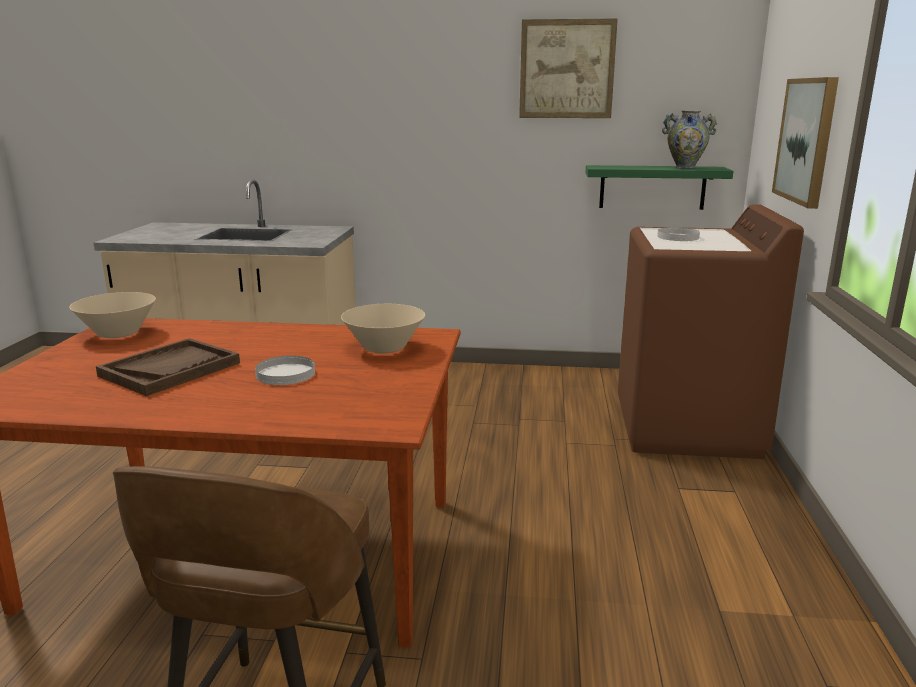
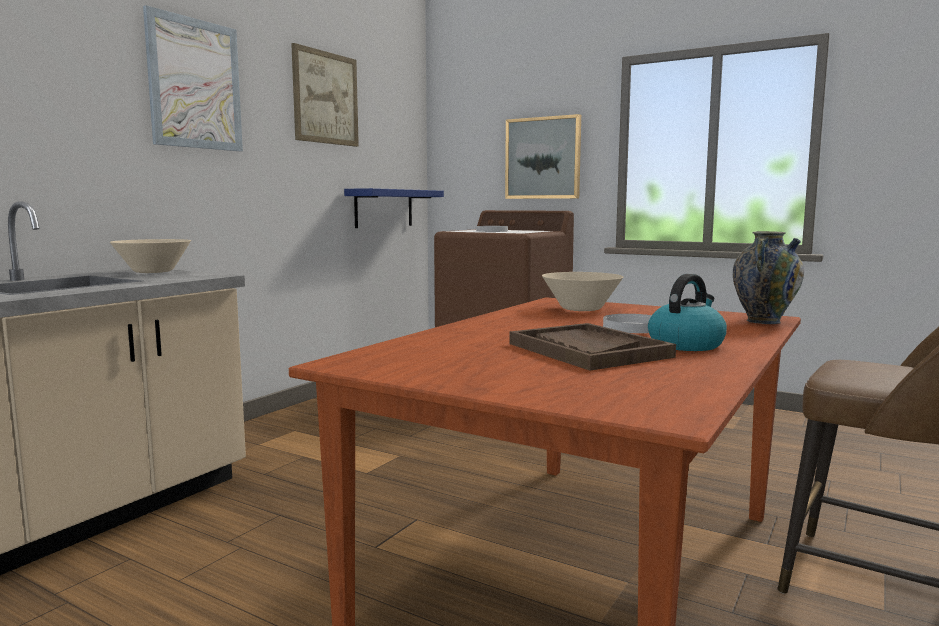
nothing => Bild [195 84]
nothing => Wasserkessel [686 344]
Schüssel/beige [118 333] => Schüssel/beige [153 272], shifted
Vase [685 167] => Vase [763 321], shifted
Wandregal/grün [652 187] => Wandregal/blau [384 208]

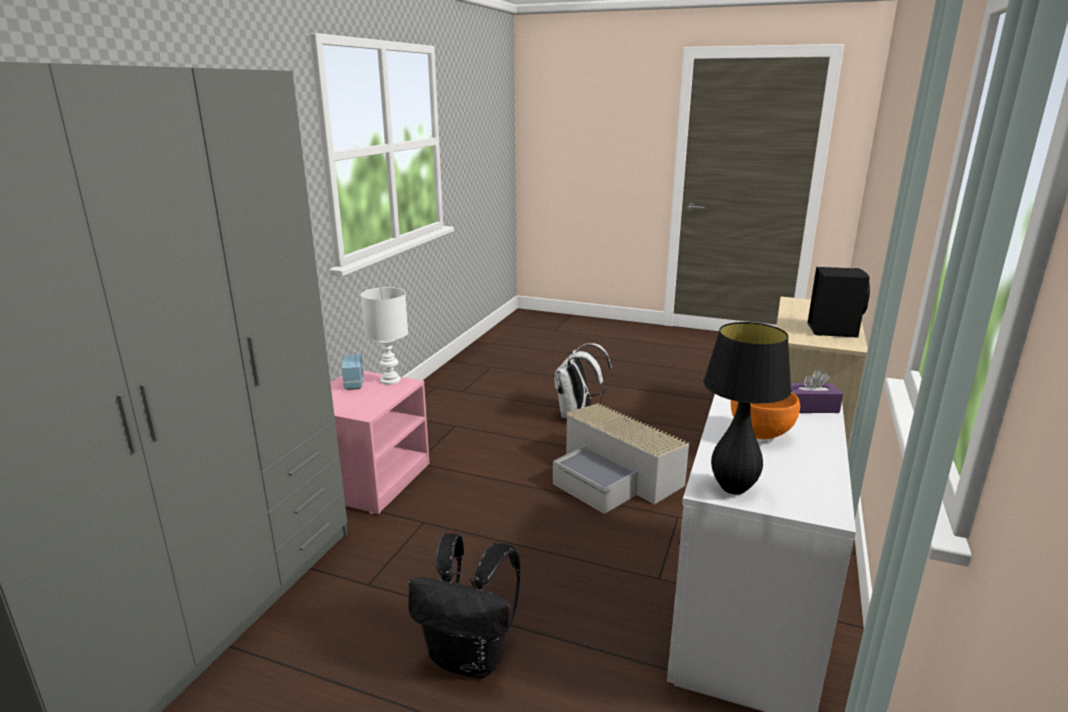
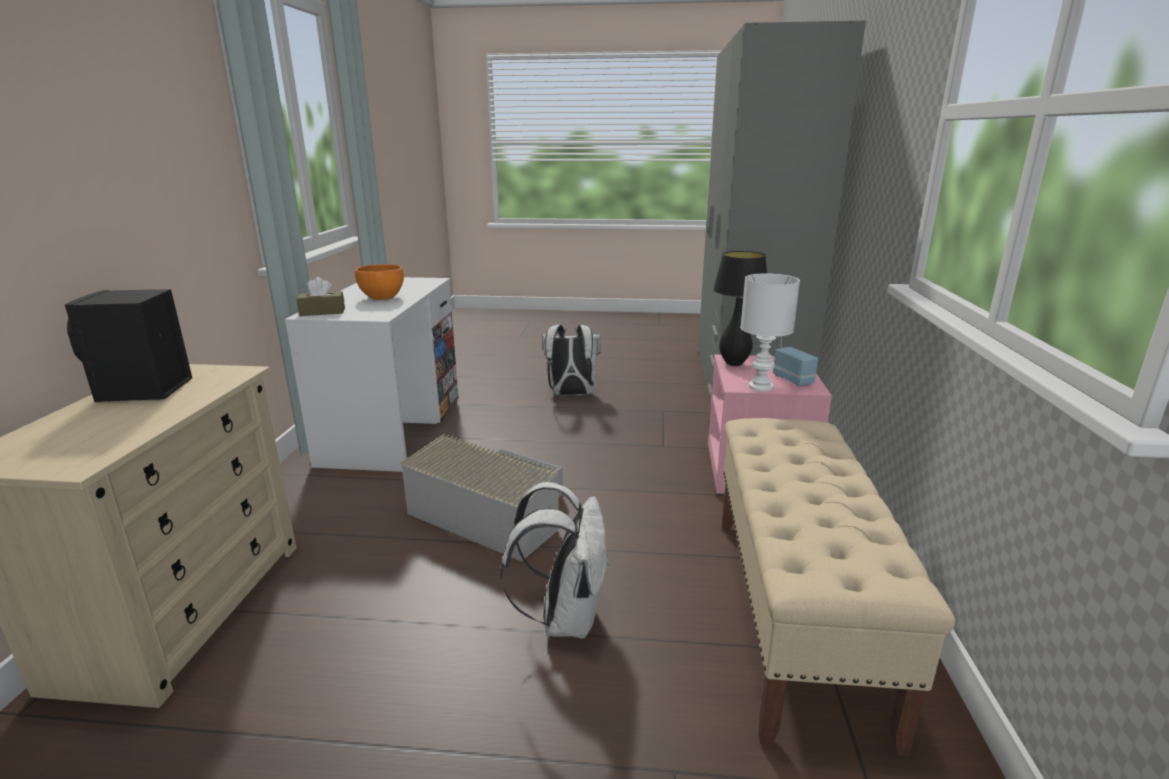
nothing => Bank/beige [794 615]
Tischlampe/schwarz [733 489] => Tischlampe/schwarz [734 363], shifted
Rucksack/schwarz [471 657] => Rucksack/weiß [571 394]
Taschentuchbox/lila [810 407] => Taschentuchbox/braun [322 312]

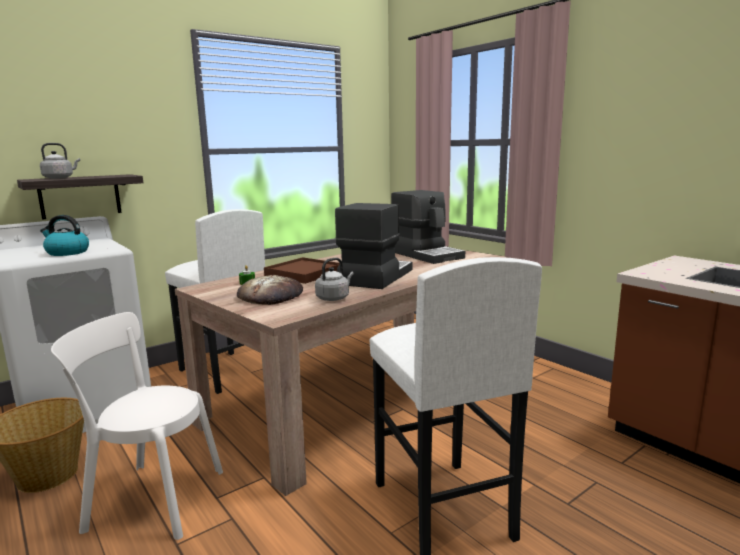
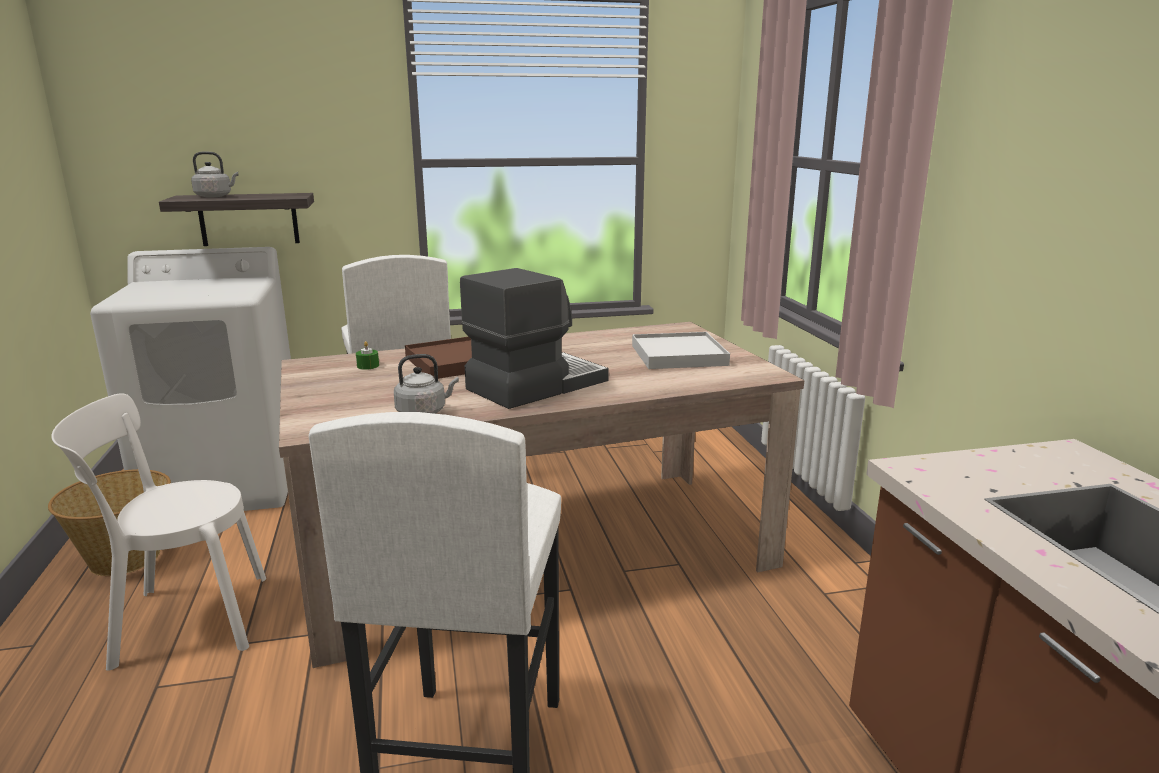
Wasserkessel [67 252] => nothing
Brot [271 295] => nothing
Kaffeemaschine [427 255] => Tablett/weiß [678 355]
Stuhl/weiß [150 498] => Stuhl/weiß [184 620], 45 degrees counterclockwise

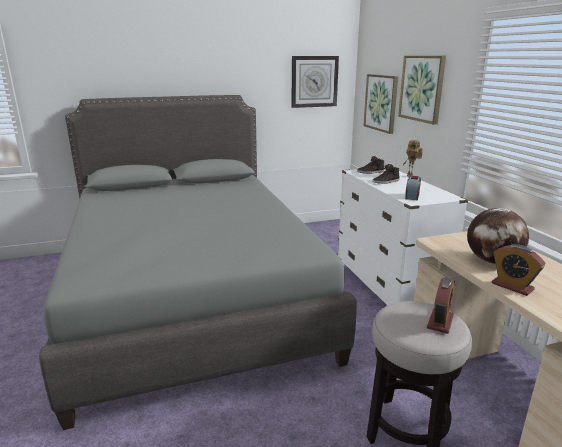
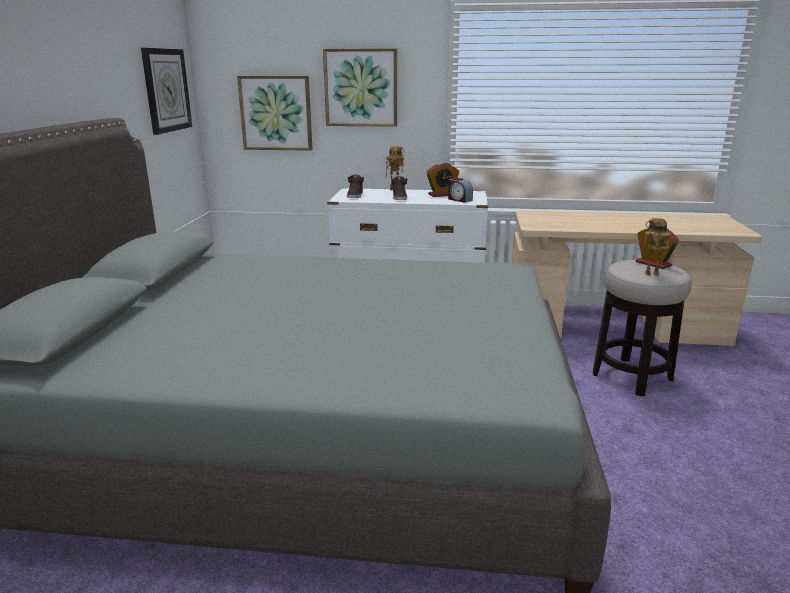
Globus [492 261] => nothing
nothing => Spielzeugroboter [651 274]
Wecker [512 286] => Wecker [442 195], shifted

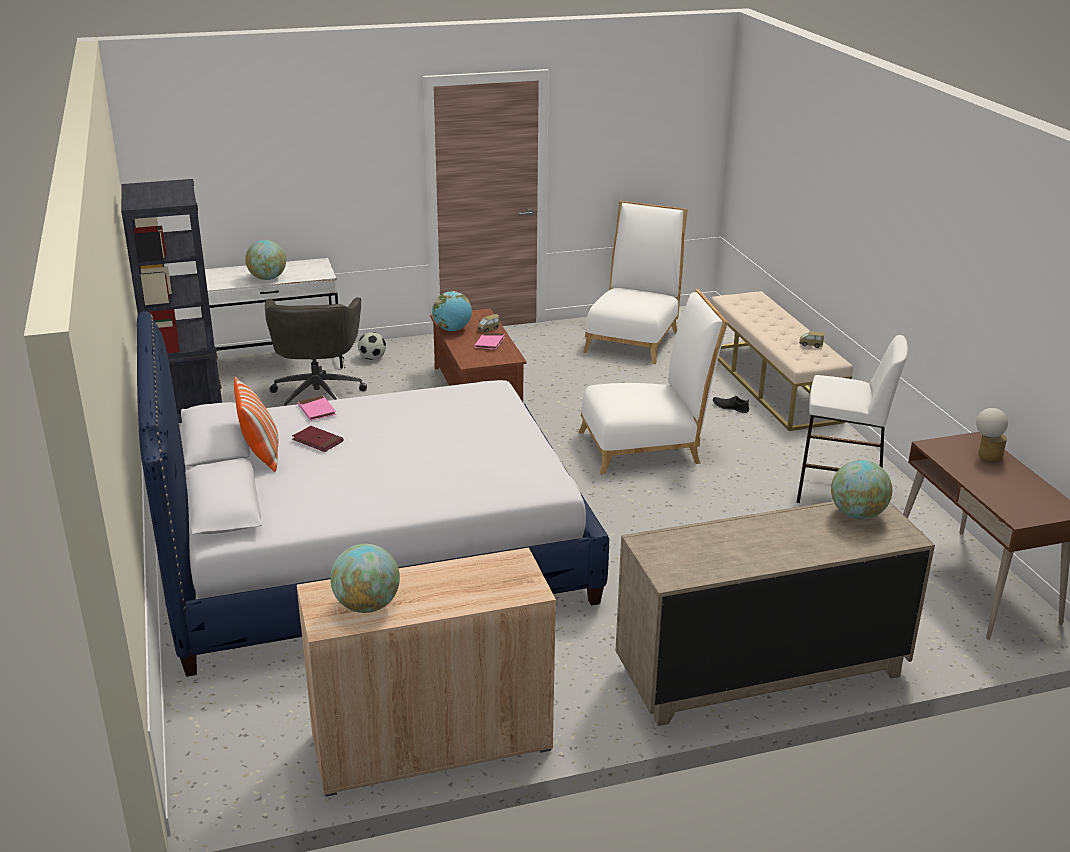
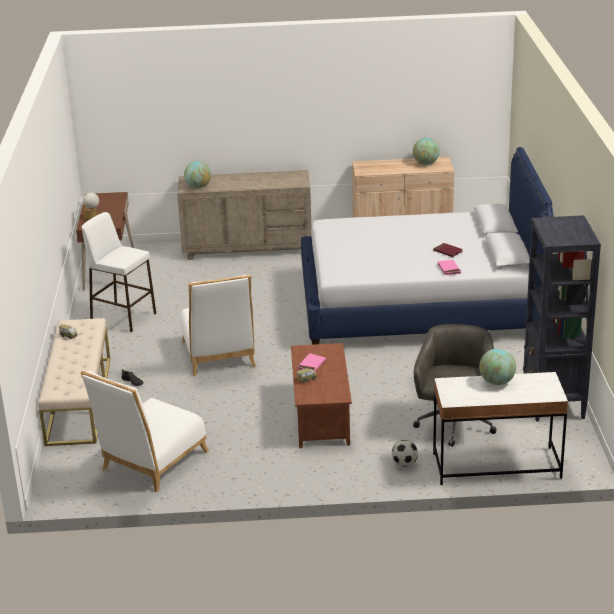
Kissen [261 455] => nothing
Globus [452 329] => nothing
Stuhl/weiß [647 446] => Stuhl/weiß [219 357], 105 degrees counterclockwise

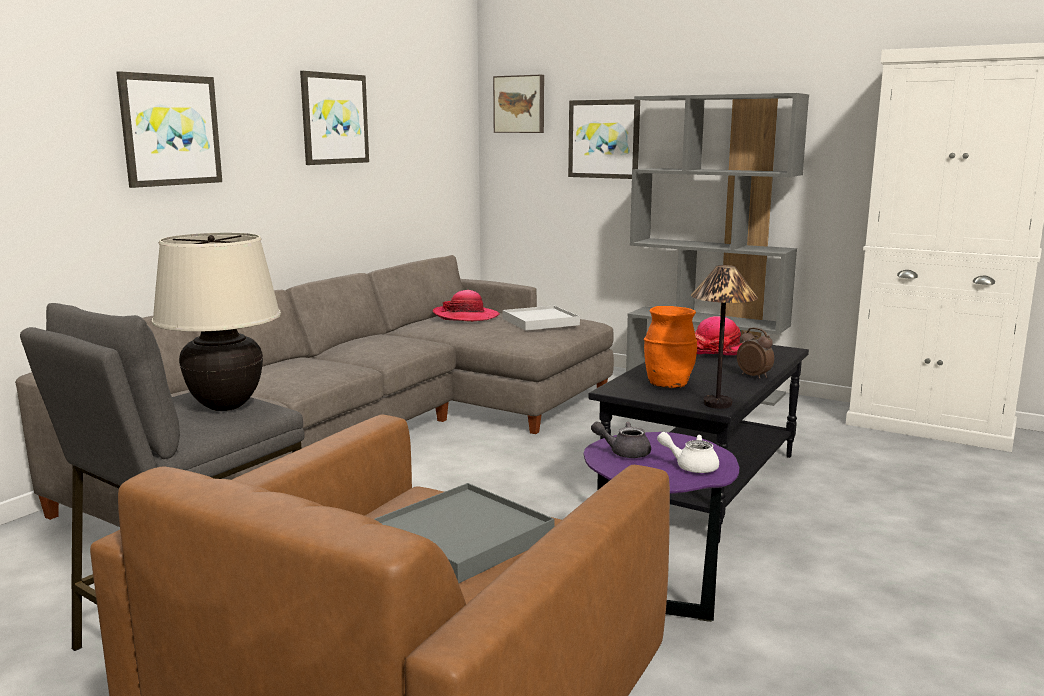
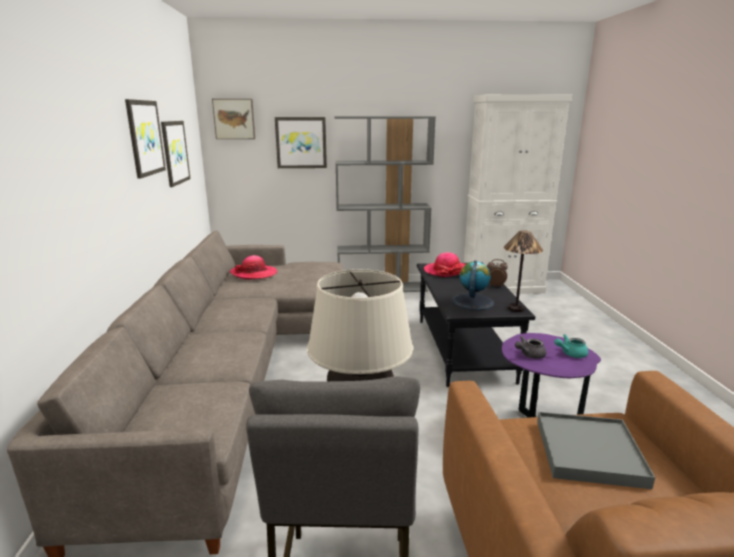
Tablett/weiß [540 322] => nothing
Bild [170 130] => Bild [174 152], shifted
Vase/orange [668 385] => Globus [472 302]
Teekanne/weiß [691 466] => Teekanne/türkis [570 354]

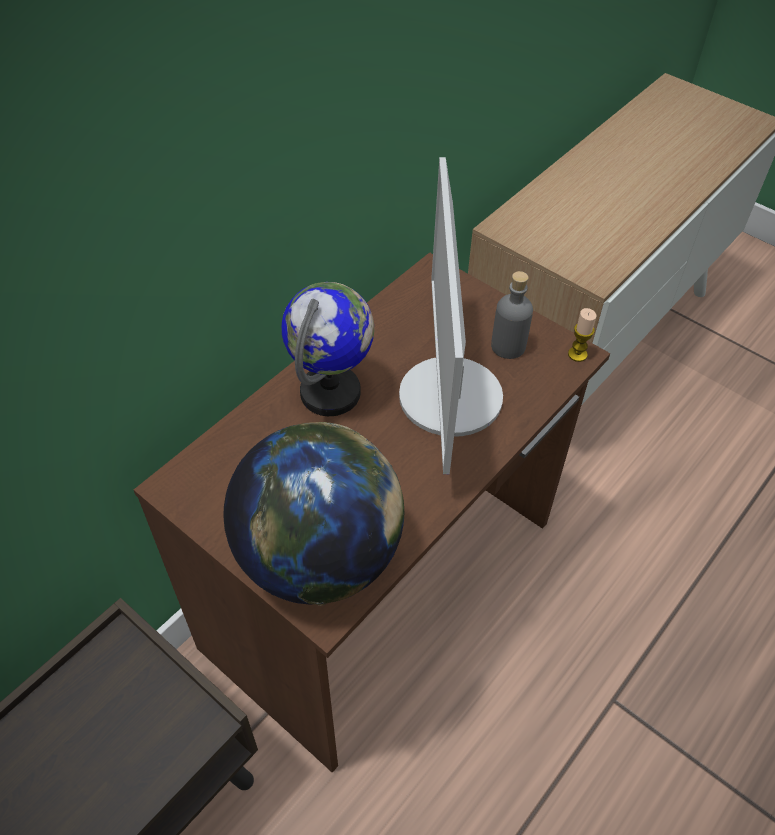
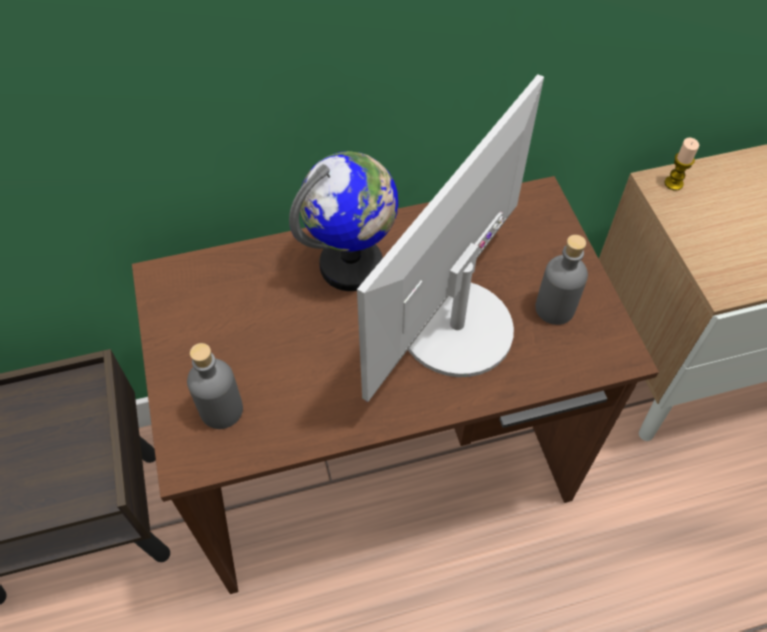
Kerze [577 354] => Kerze [673 183], shifted
Globus [320 558] => Flasche/grau [221 410]

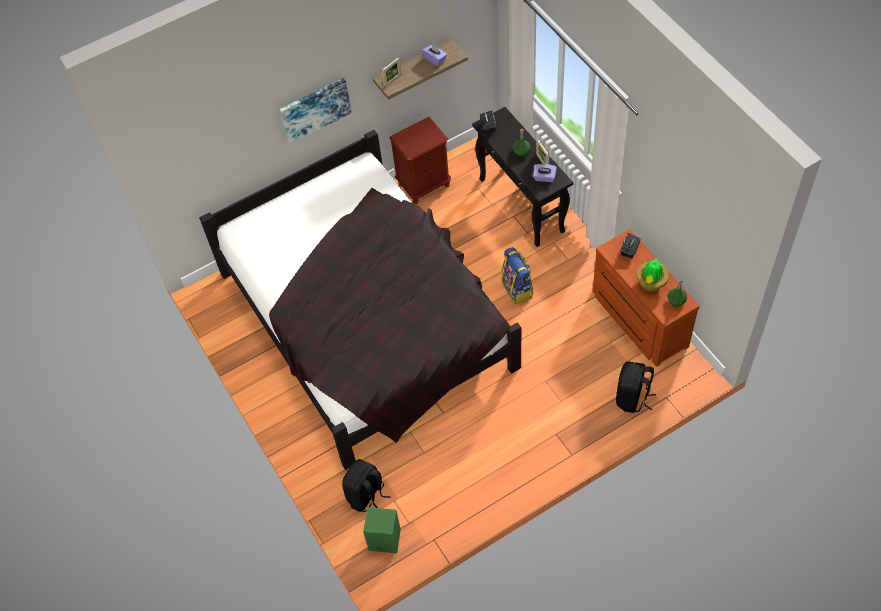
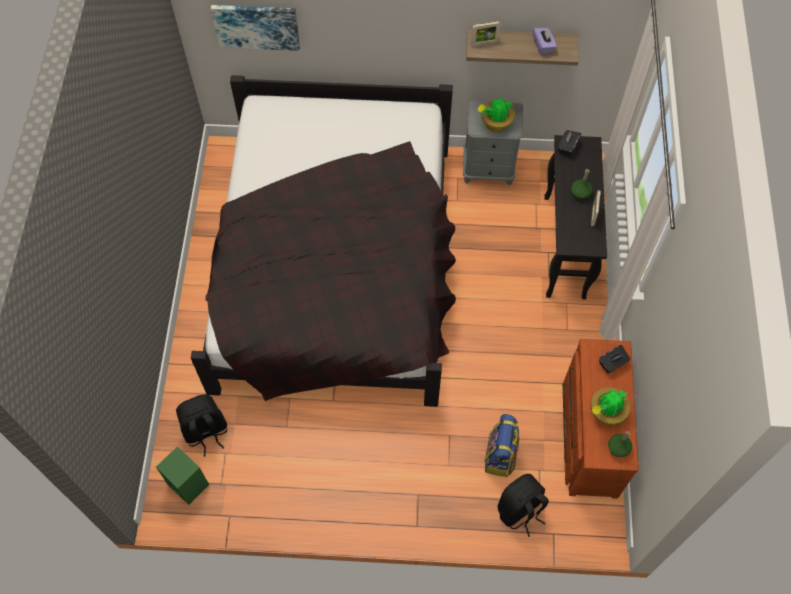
Taschentuchbox/lila [544 177] => nothing
nothing => Topfpflanze [495 124]
Bild [315 109] => Bild [256 26], shifted
Rucksack [517 289] => Rucksack [500 456], shifted
Nachttisch/braun [424 185] => Nachttisch/grau [488 169]

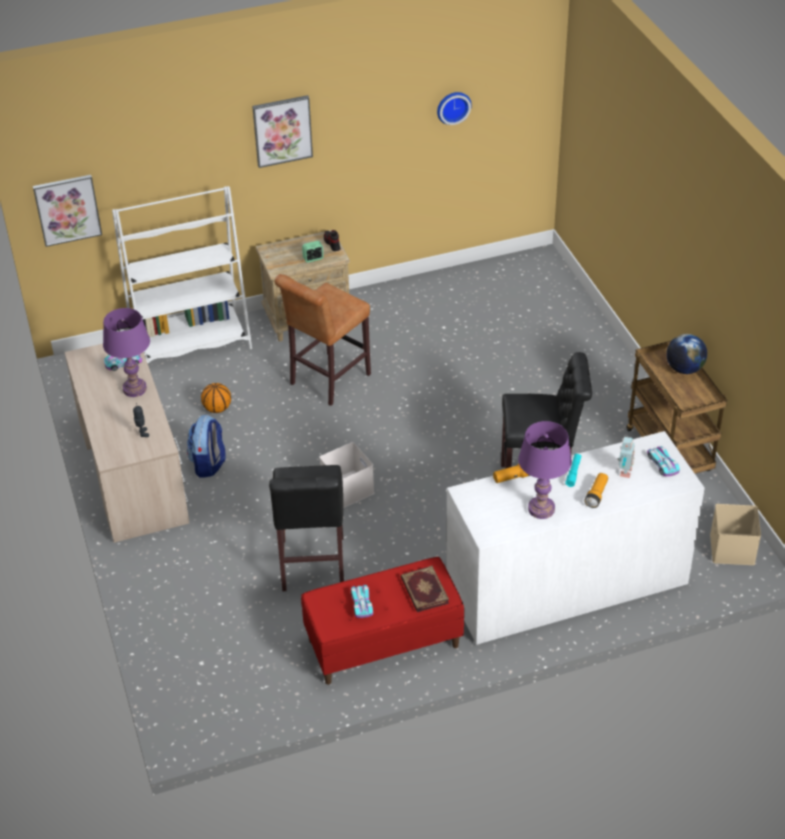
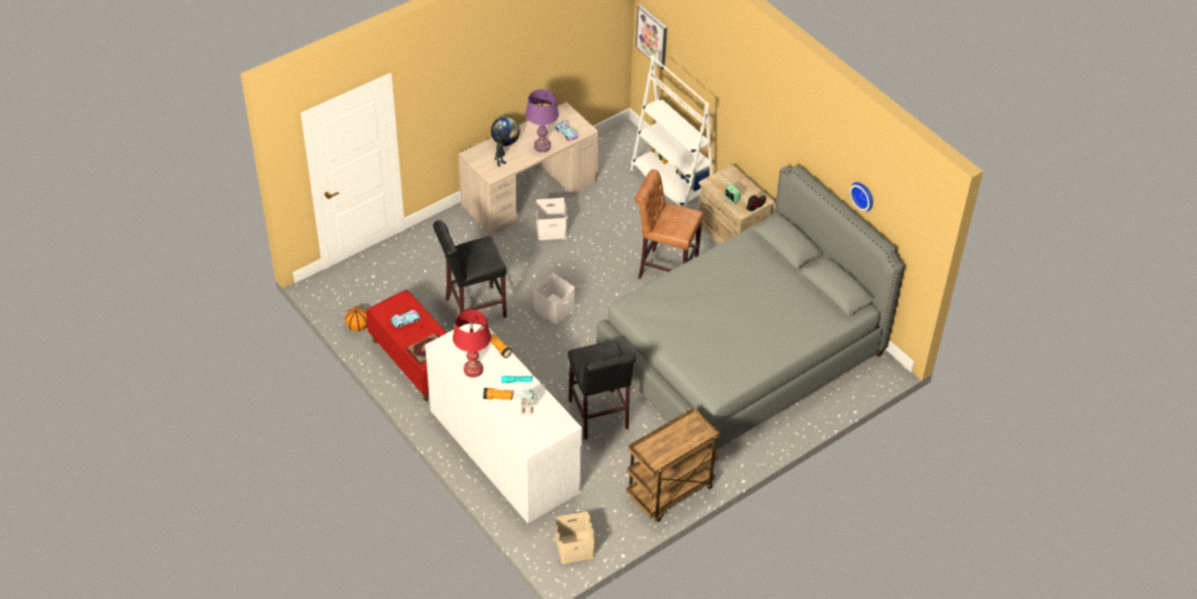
Bild [282 130] => nothing
Spielzeugauto [662 464] => nothing
nothing => Bett/grau [741 354]
Basketball [217 408] => Basketball [358 327], shifted
Globus [684 369] => Globus [505 141], shifted
Rucksack [209 464] => Aufbewahrungsbox/weiß [551 229]
Tischlampe/lila [541 509] => Tischlampe/rot [473 370]

